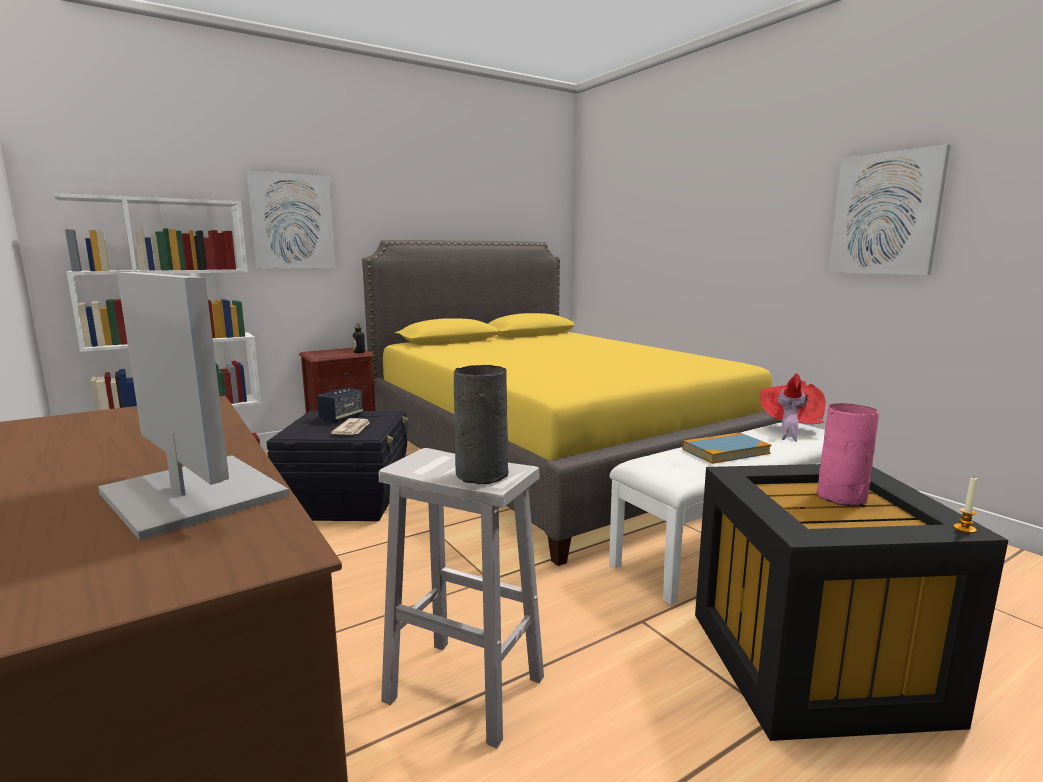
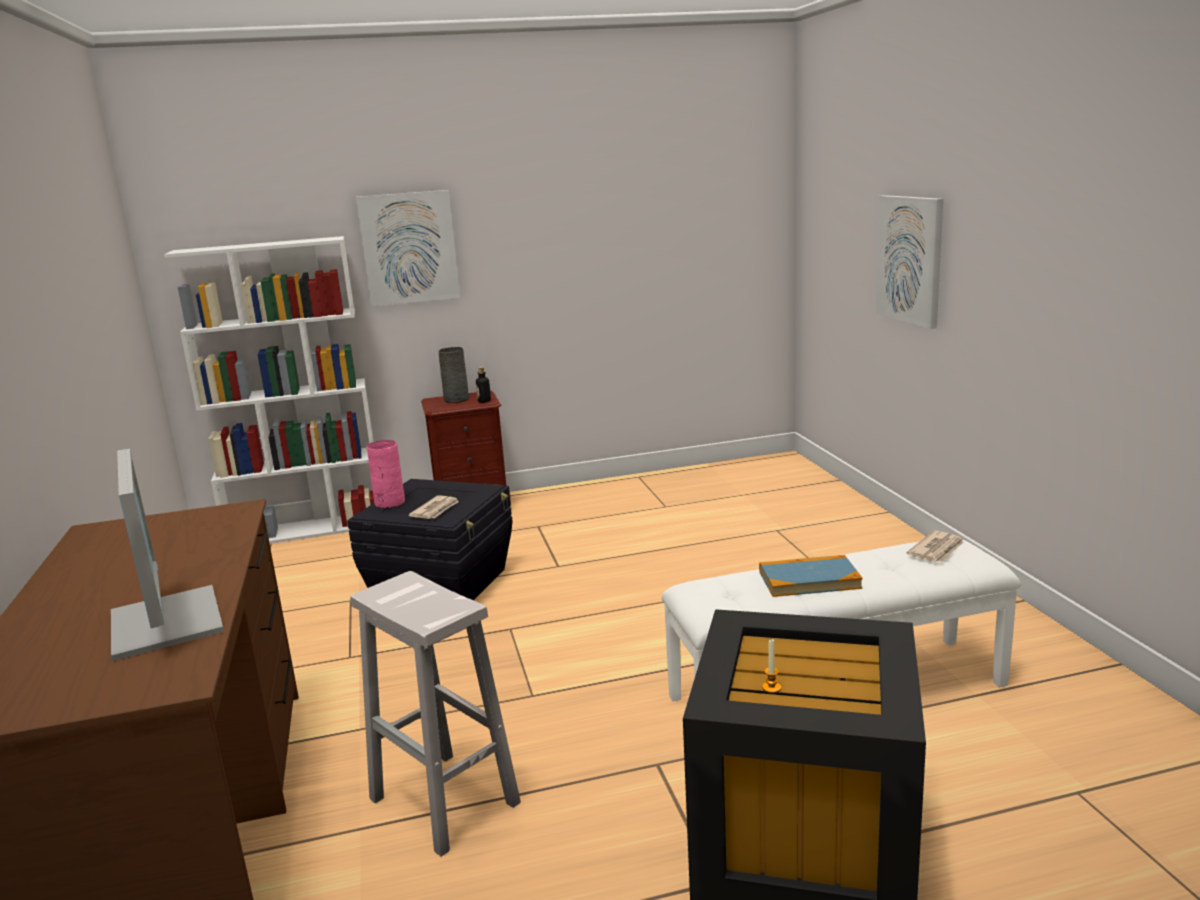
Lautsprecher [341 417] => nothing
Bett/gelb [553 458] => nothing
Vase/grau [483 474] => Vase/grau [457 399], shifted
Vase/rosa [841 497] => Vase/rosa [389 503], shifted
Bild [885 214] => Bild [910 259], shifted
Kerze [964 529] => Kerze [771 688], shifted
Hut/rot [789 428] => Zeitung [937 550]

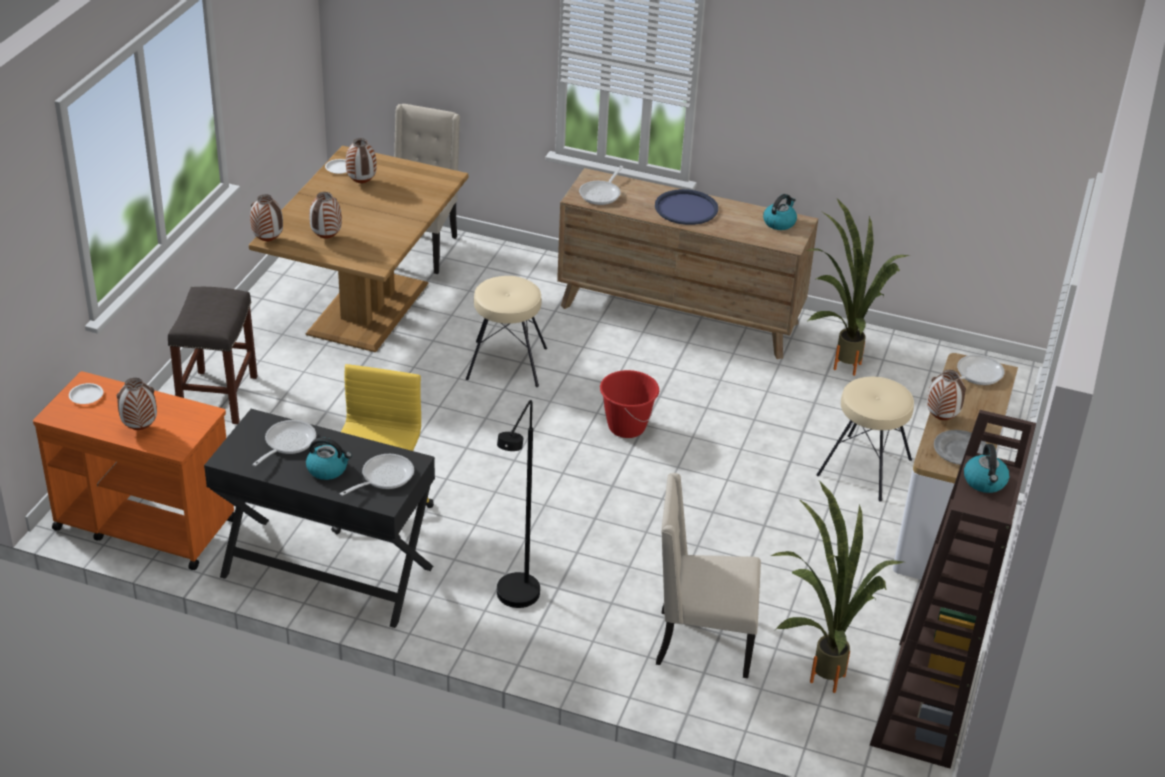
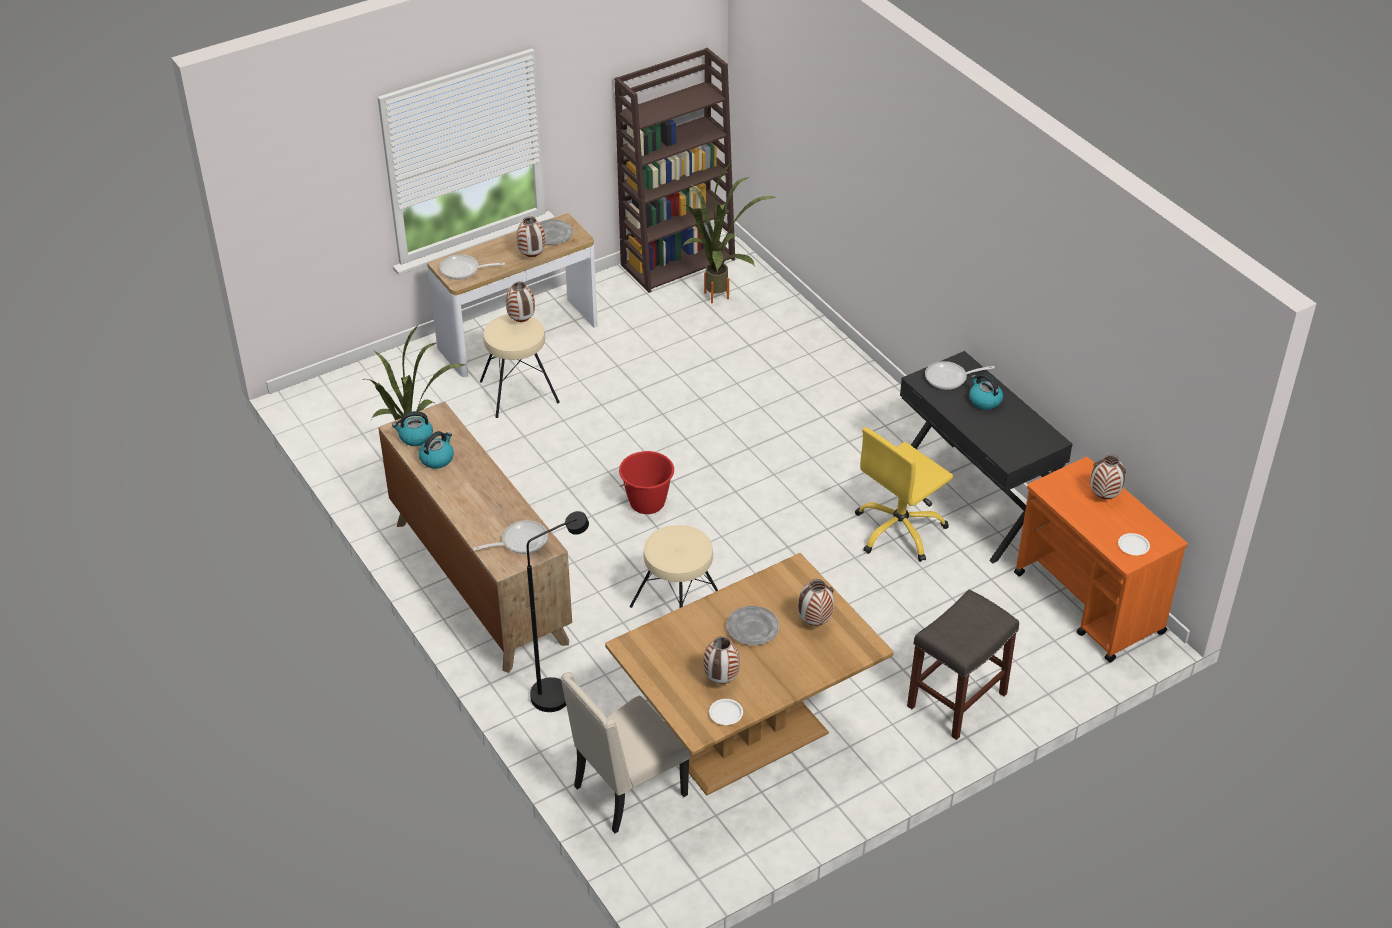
Pfanne [287 443] => nothing
Tablett/blau [686 208] => nothing
Stuhl/beige [701 642] => nothing
nothing => Teller/grau [752 628]
Vase [267 241] => Vase [522 321], shifted
Stehlampe/schwarz [515 601] => Stehlampe/schwarz [559 690], shifted
Wasserkessel [985 482] => Wasserkessel [437 458], shifted

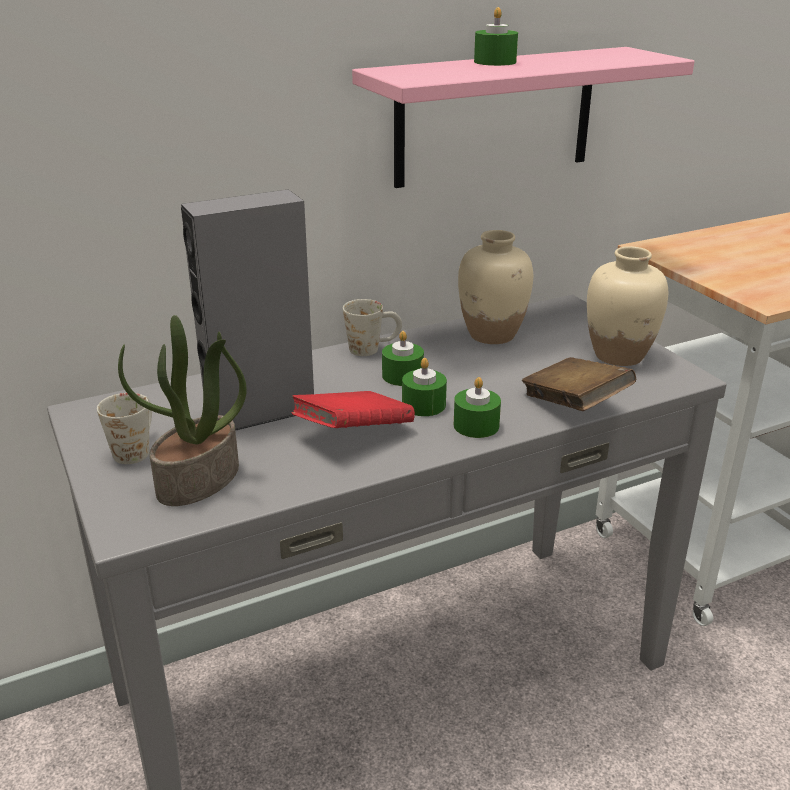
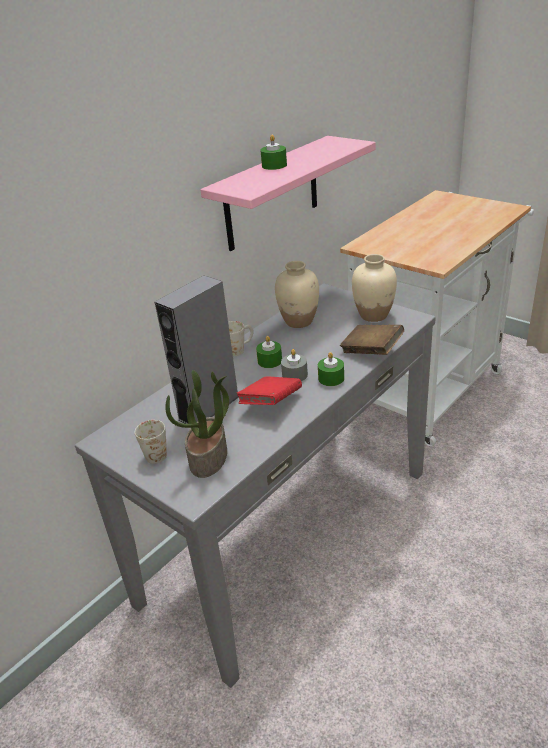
Kerze/grün [423 405] => Kerze/grau [294 375]

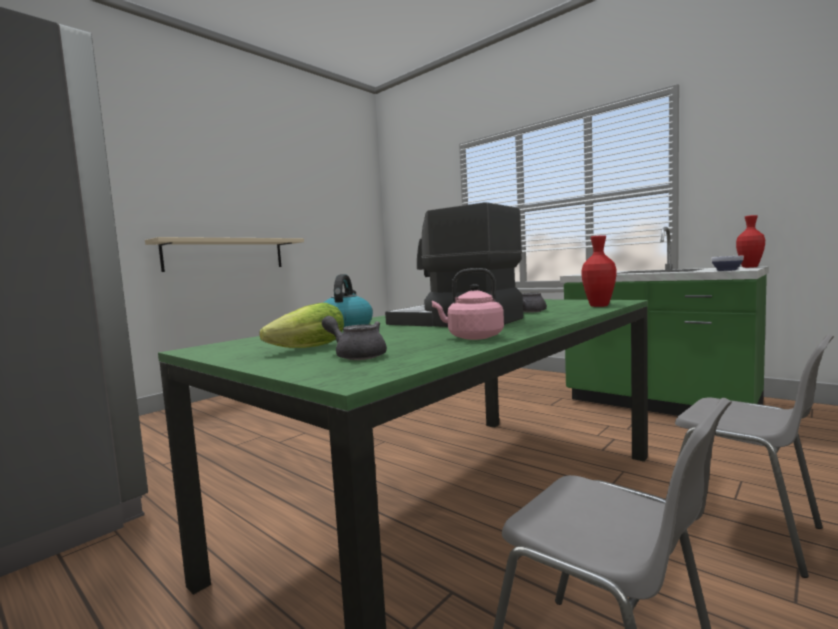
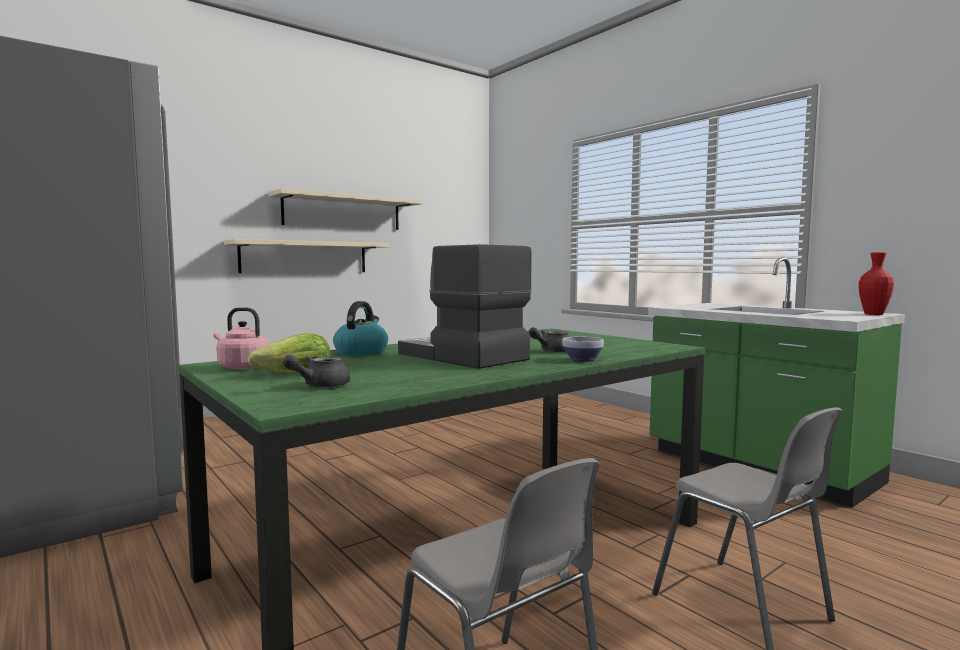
Vase/rot [599 306] => nothing
nothing => Wandregal/beige [343 212]
Wasserkessel/rosa [472 337] => Wasserkessel/rosa [241 367], shifted
Schüssel [727 270] => Schüssel [582 360], shifted
Teekanne/grau [356 355] => Teekanne/grau [320 386], 90 degrees counterclockwise

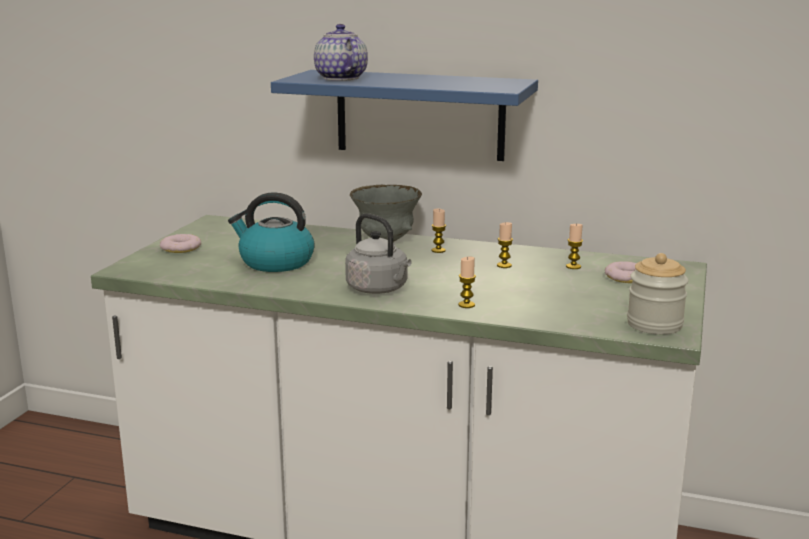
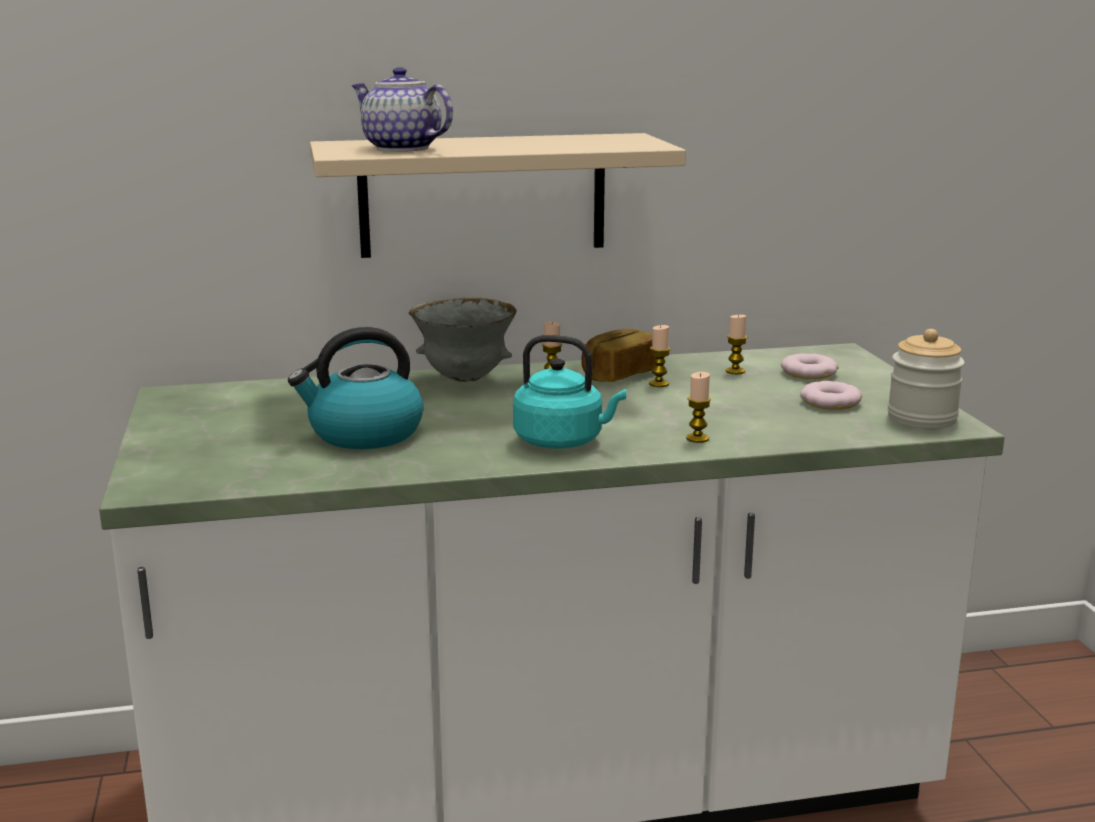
nothing => Brot [617 375]
Donut [180 248] => Donut [830 402], shifted
Wandregal/blau [419 115] => Wandregal/beige [483 195]
Wasserkessel/grau [379 289] => Wasserkessel/türkis [563 441]

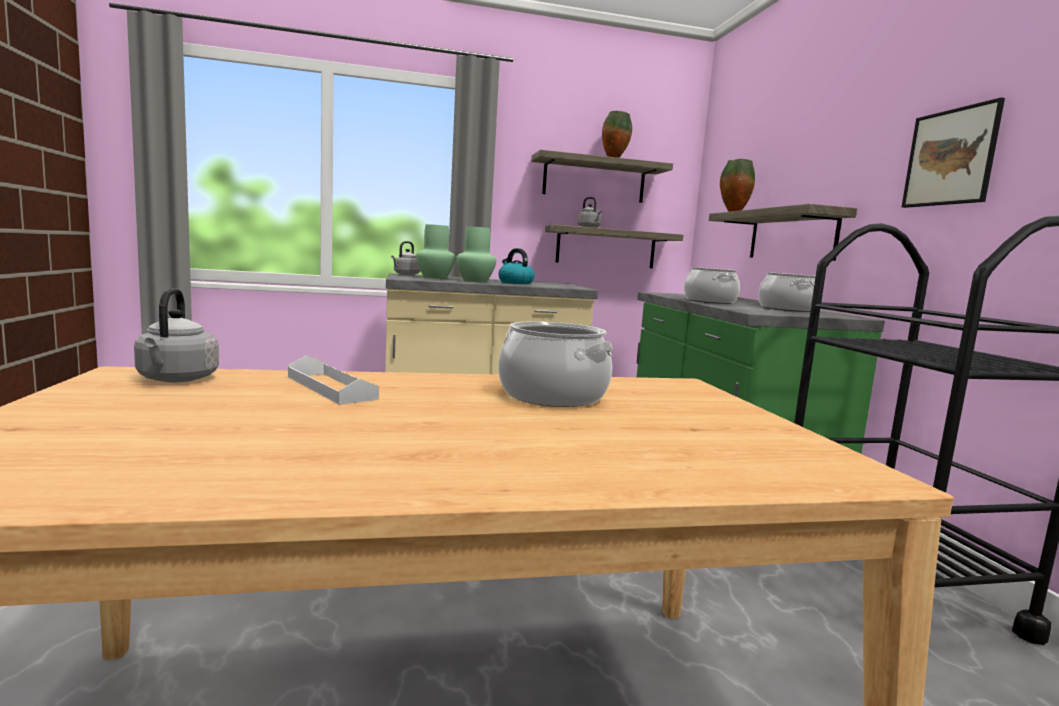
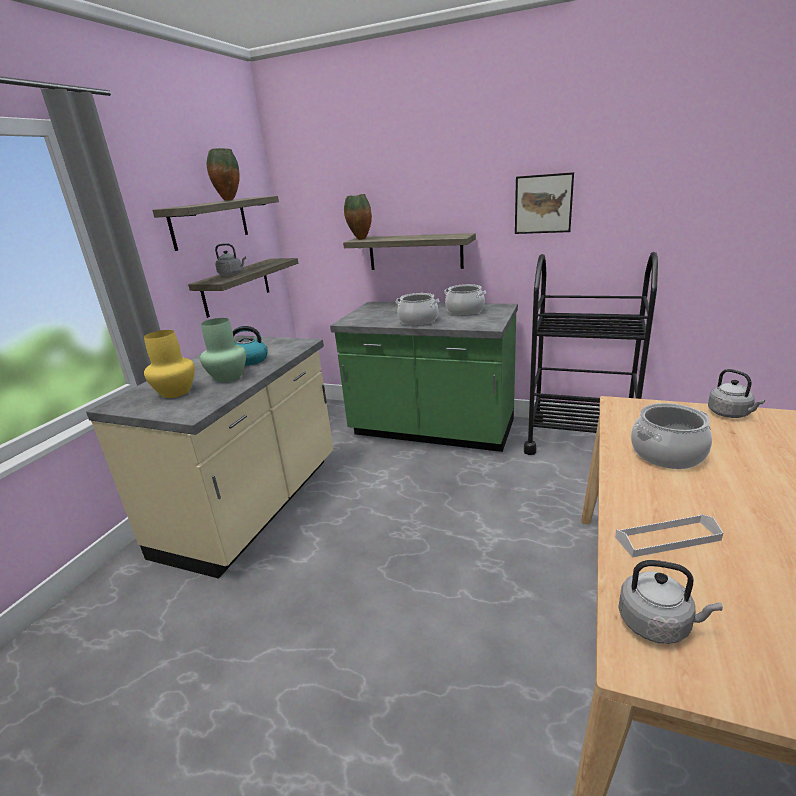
Wasserkessel/grau [405 274] => Wasserkessel/grau [730 414], shifted
Vase/grün [434 277] => Vase/gelb [175 392]

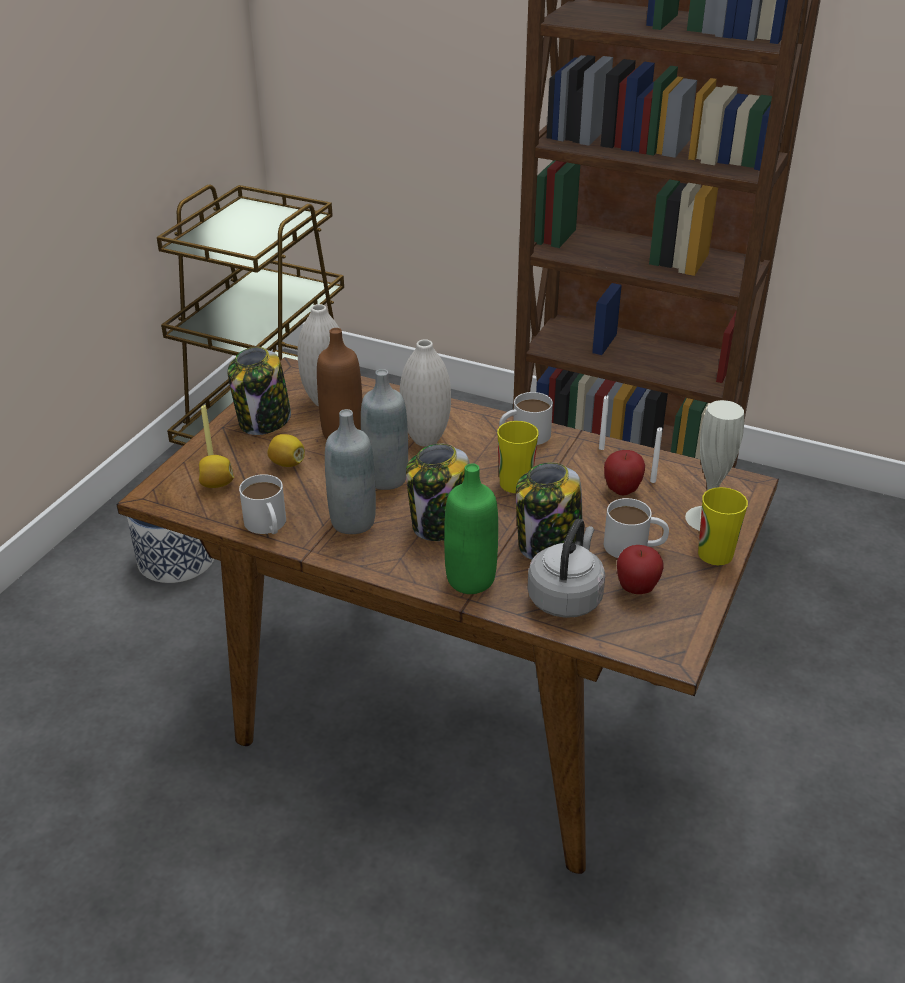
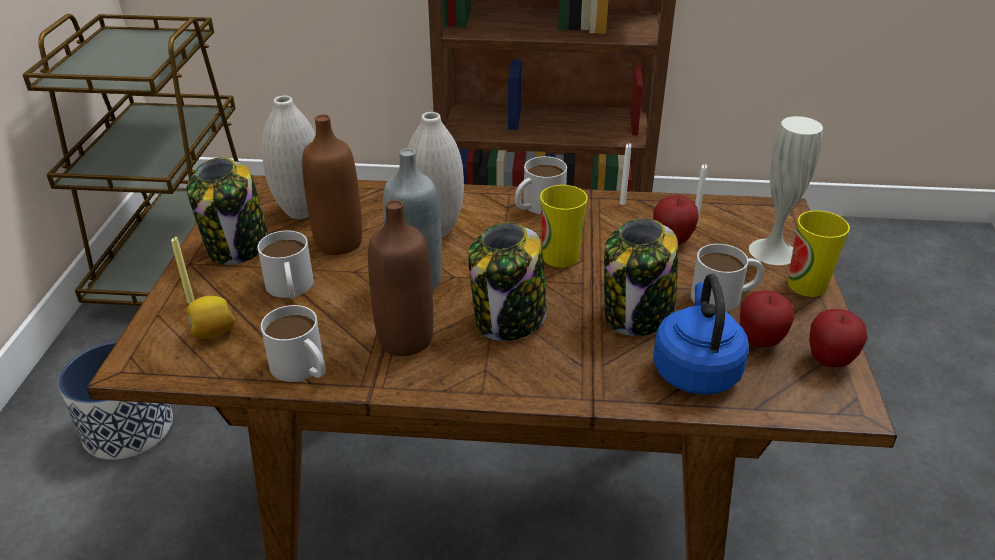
Flasche/grün [470 579] => nothing
nothing => Apfel [829 361]
Zitrone [287 463] => Henkelbecher/weiß [290 289]
Flasche/grau [353 522] => Flasche/braun [405 339]
Wasserkessel/grau [566 597] => Wasserkessel/blau [695 369]

